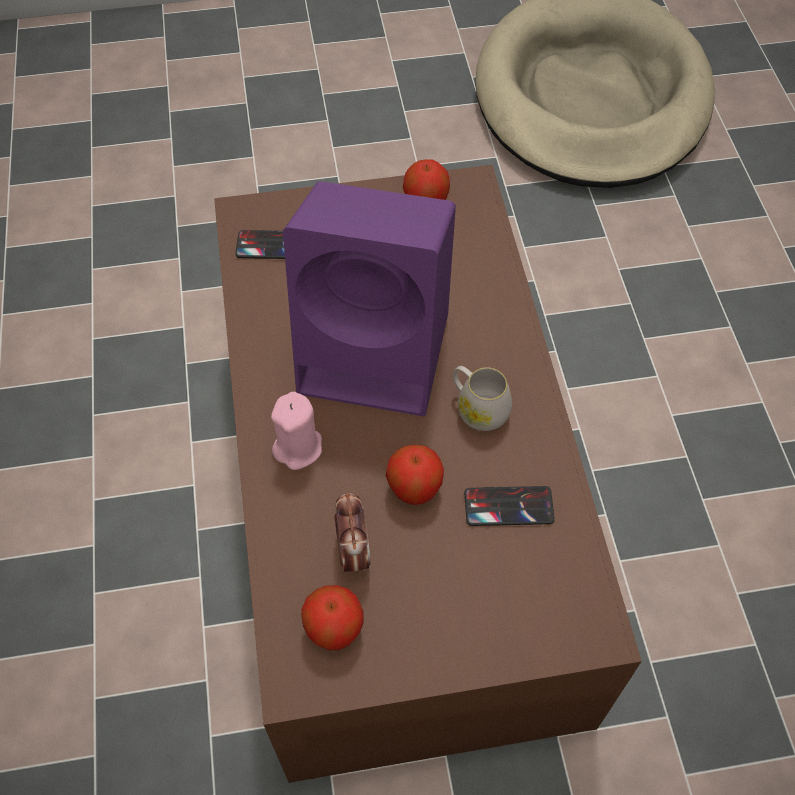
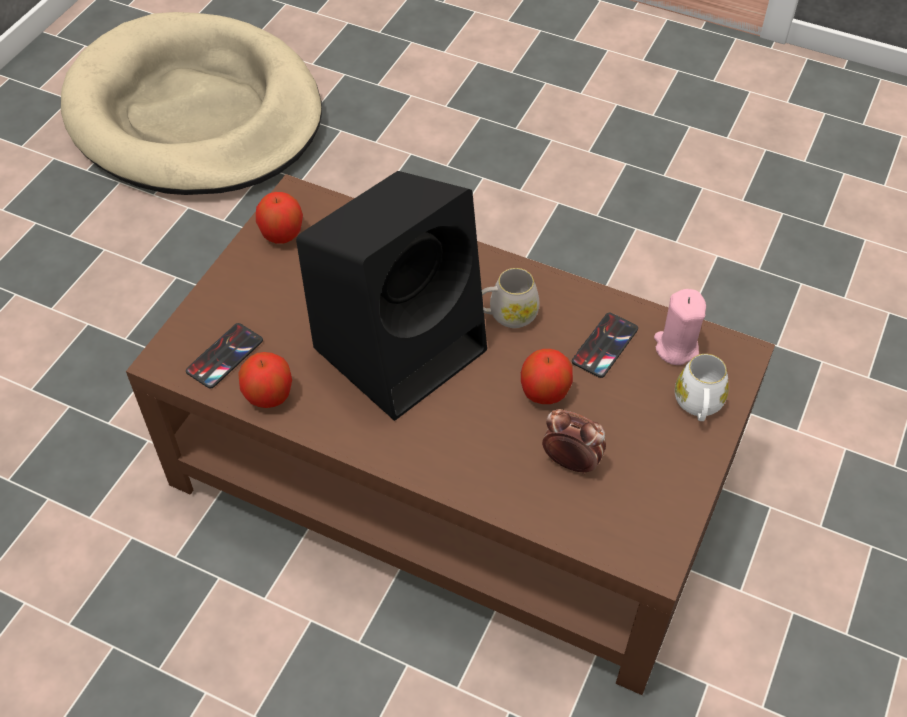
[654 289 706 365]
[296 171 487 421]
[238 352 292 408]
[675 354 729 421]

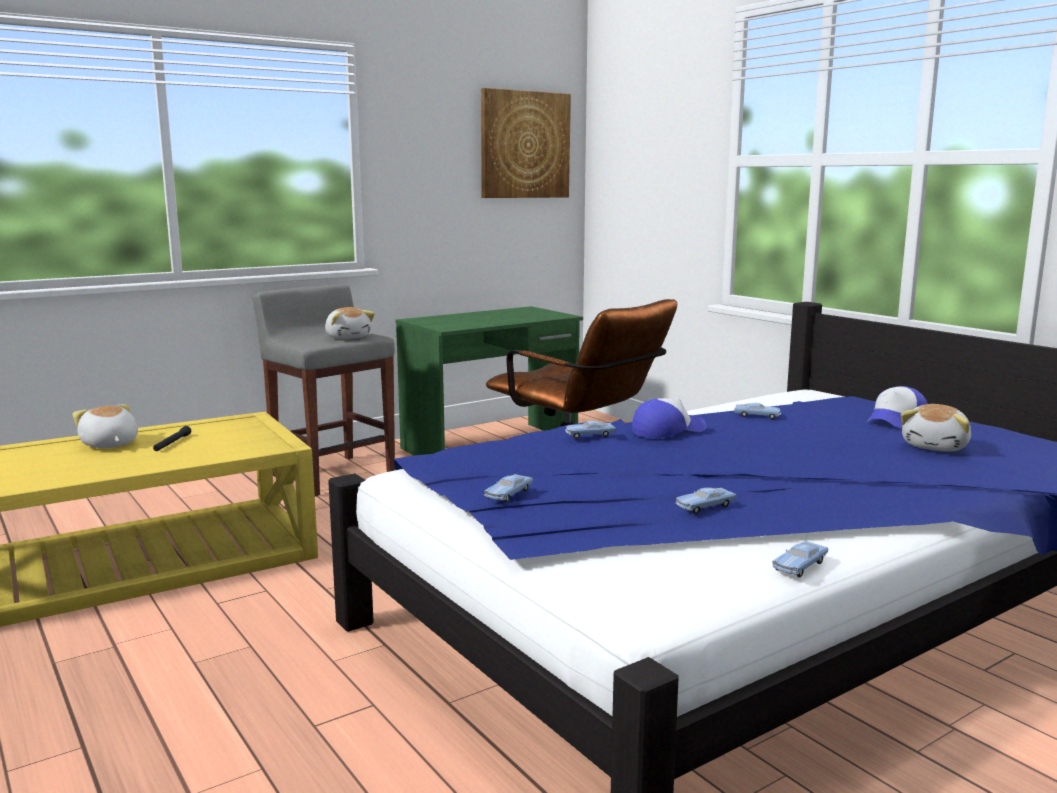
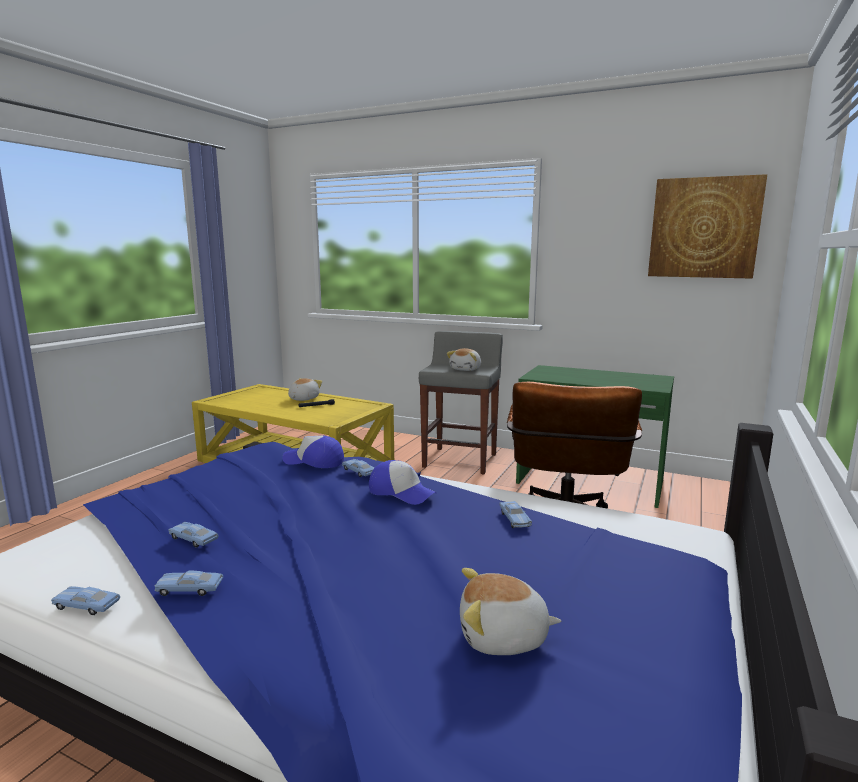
[155 571 223 596]
[282 435 344 468]

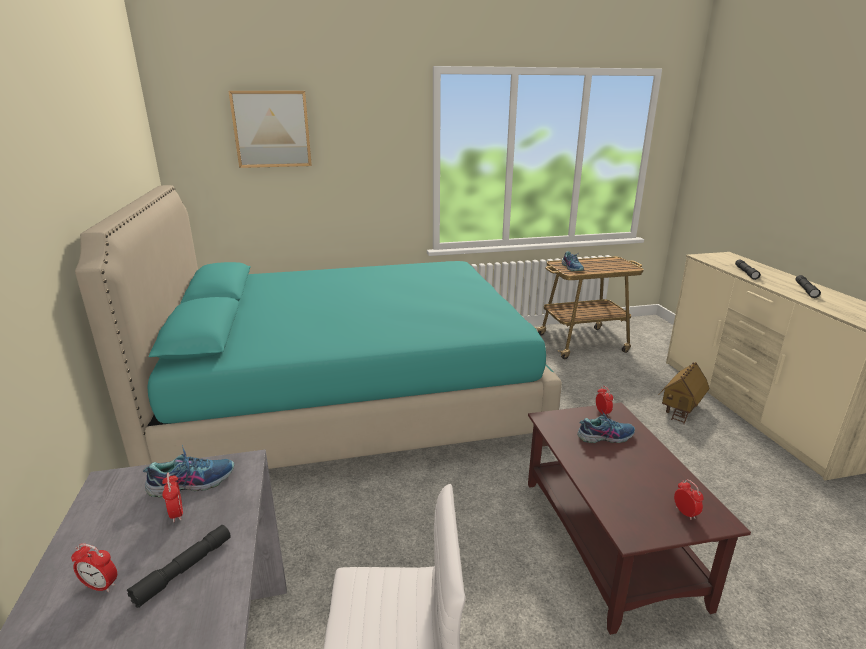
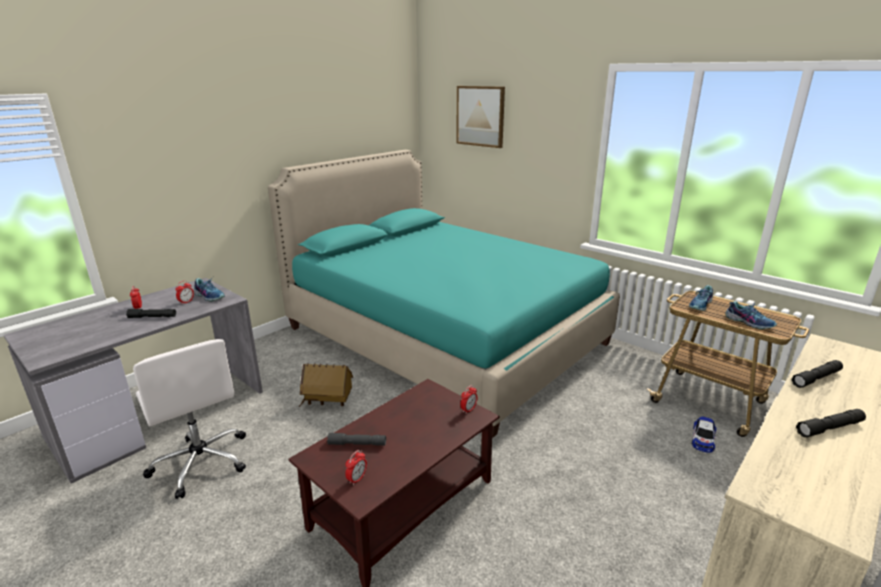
[725 301 777 330]
[299 363 353 407]
[327 433 386 446]
[692 416 717 453]

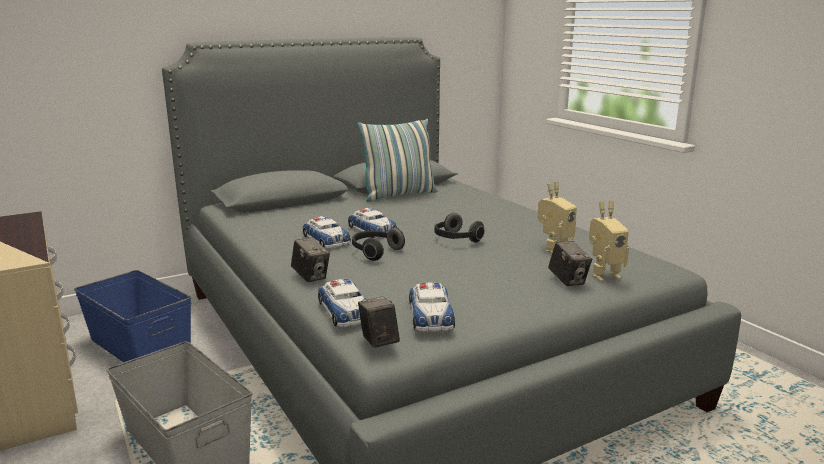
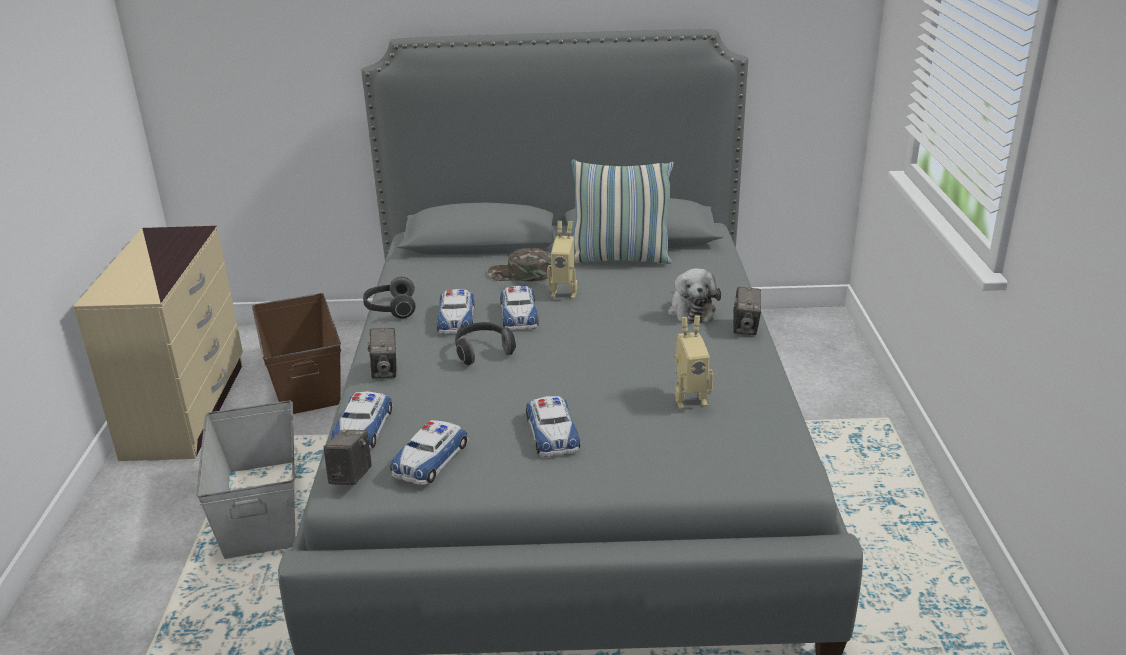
[252 293 341 414]
[363 277 416 319]
[733 287 761 335]
[547 221 577 299]
[488 248 552 281]
[526 396 580 457]
[668 268 721 324]

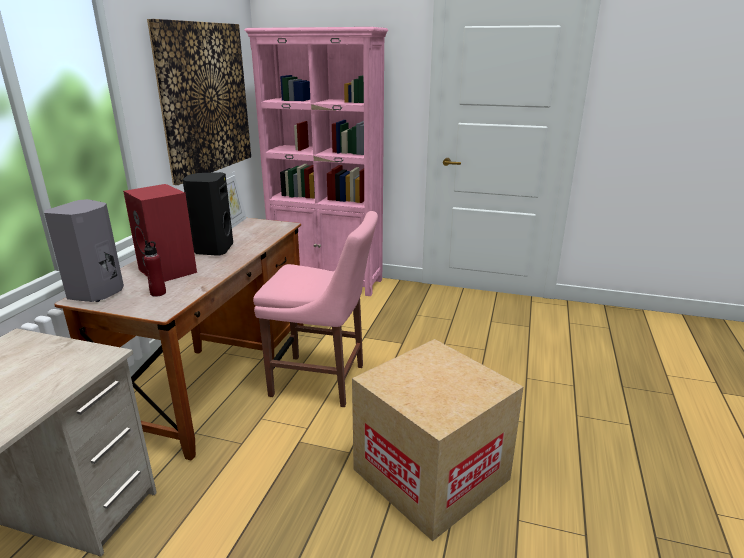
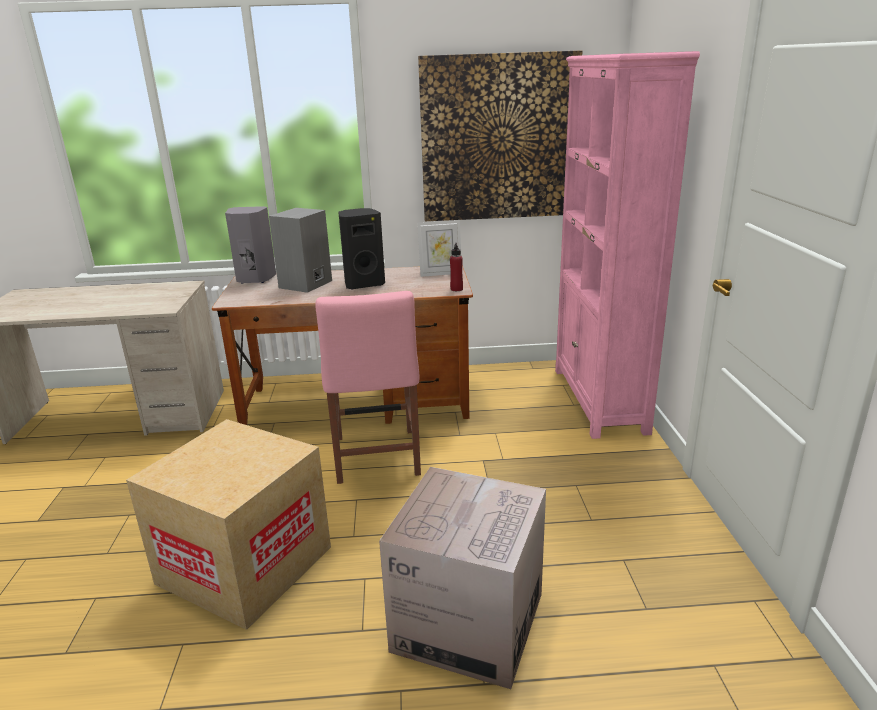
[269 208 332 293]
[450 243 463 291]
[379 467 546 689]

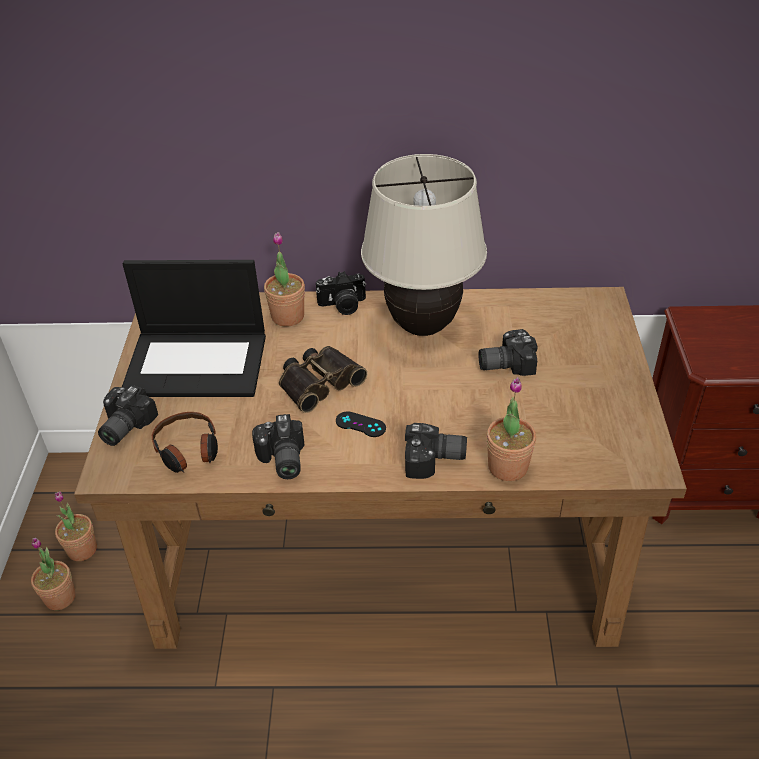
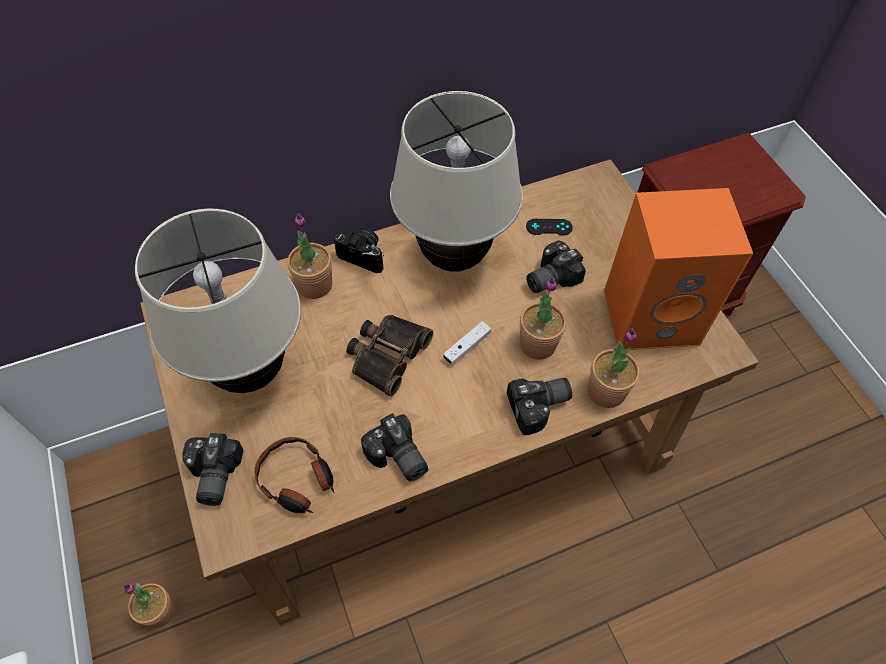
[520 277 566 360]
[135 209 301 393]
[334 228 384 273]
[526 219 573 235]
[443 321 491 365]
[604 188 753 350]

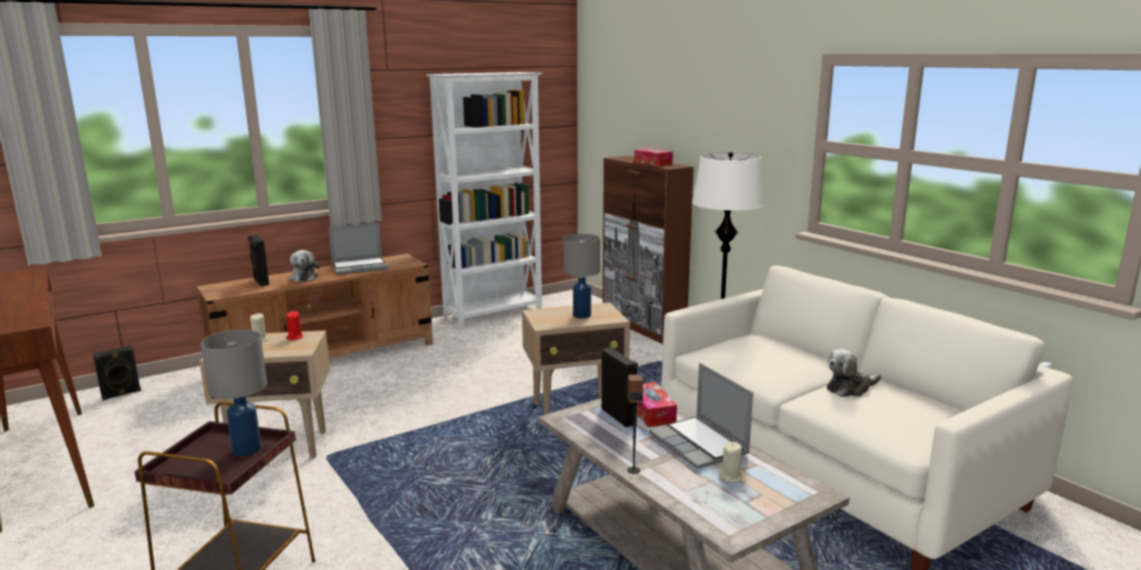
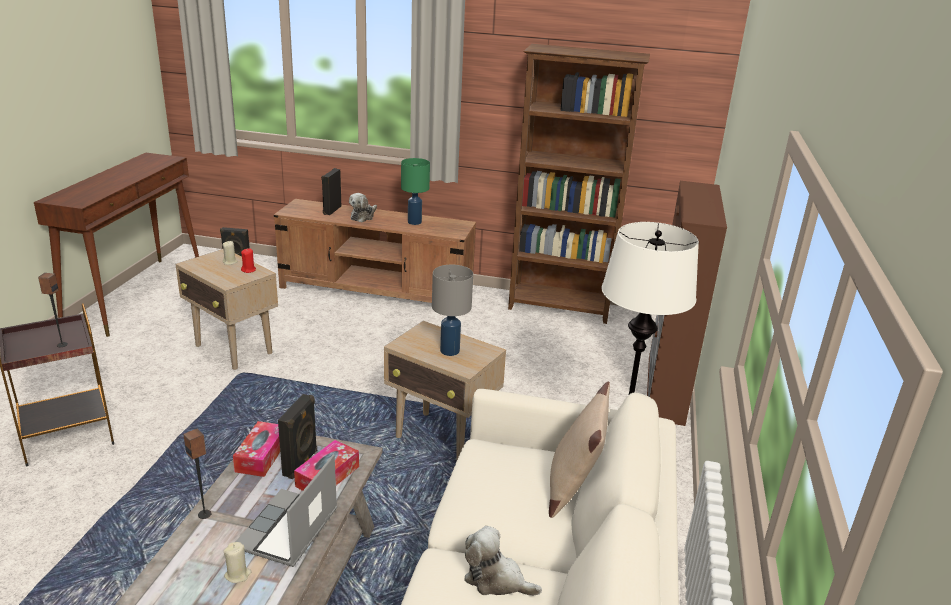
[38 273 68 347]
[401 158 430 225]
[508 44 650 324]
[233 421 280 477]
[549 381 610 518]

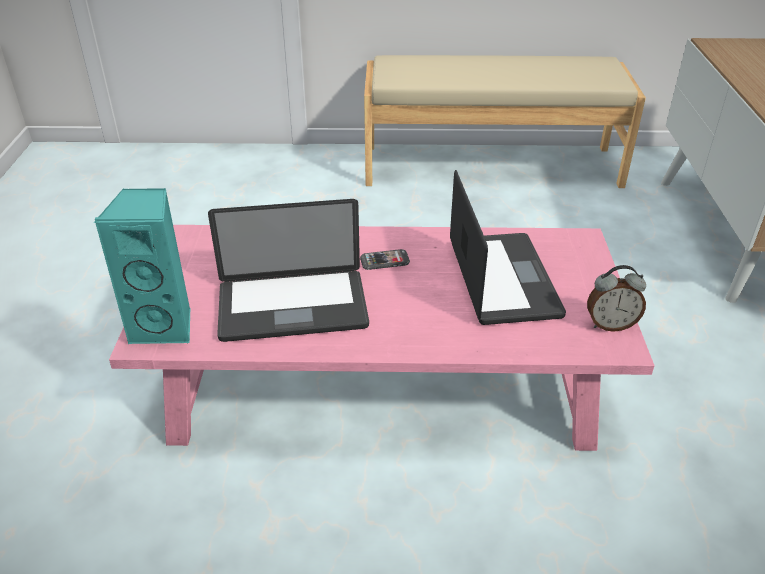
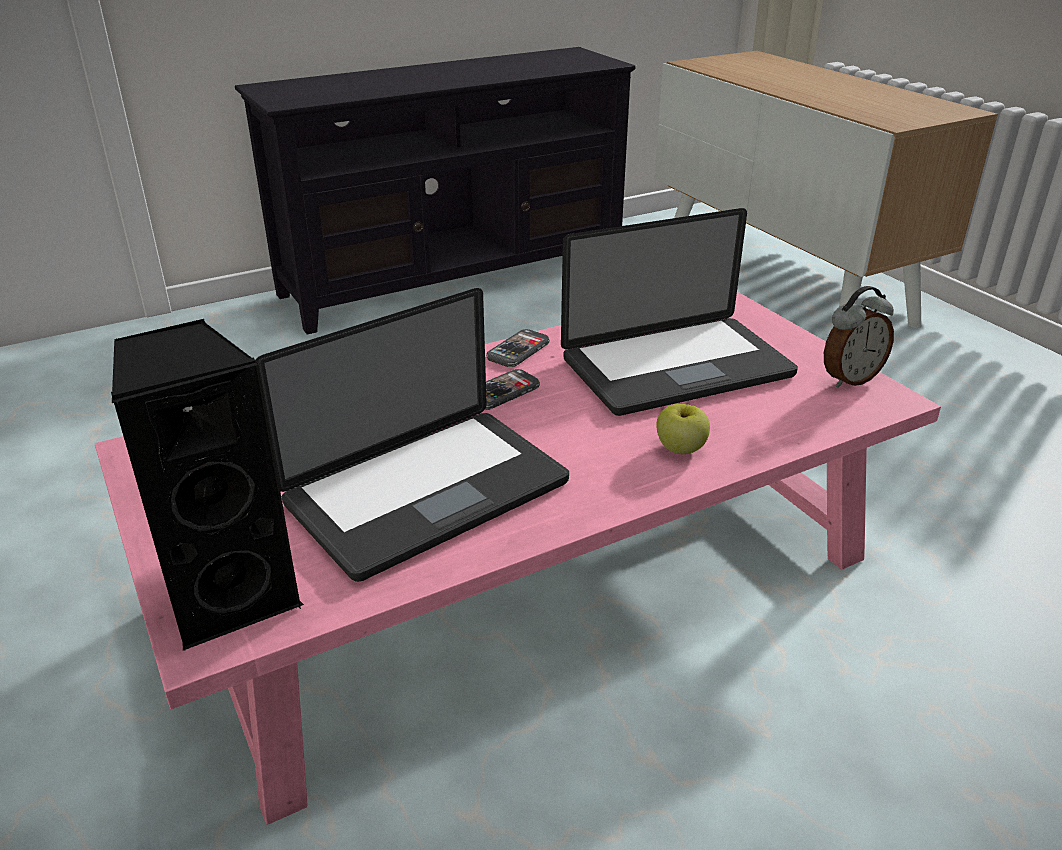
[111 319 304 651]
[235 47 637 335]
[561 208 798 416]
[486 329 550 367]
[656 404 710 454]

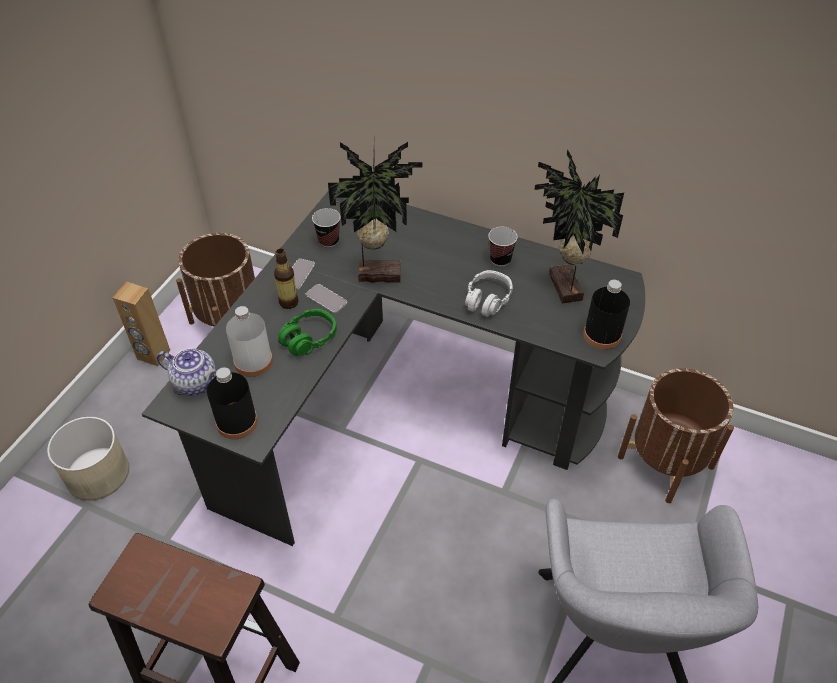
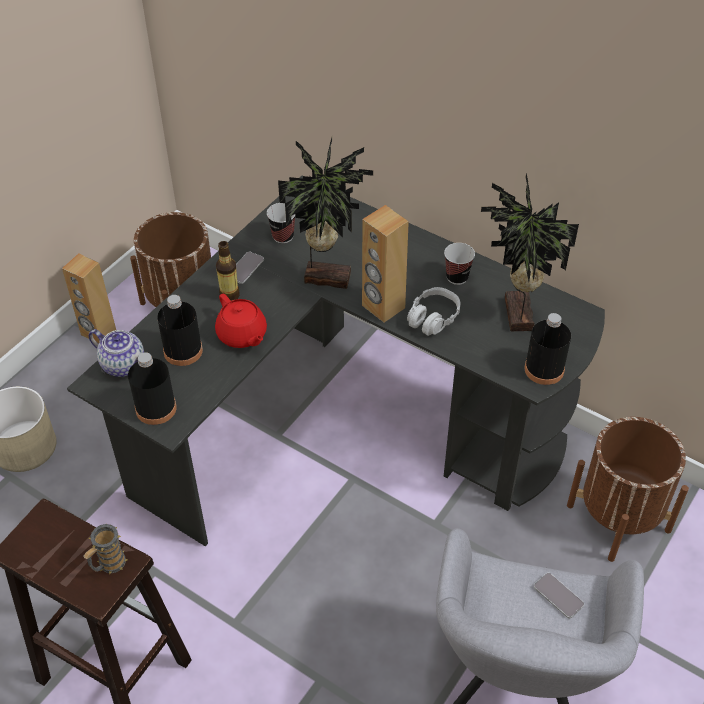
[157 295 203 366]
[215 294 267 348]
[534 573 584 618]
[83 524 128 574]
[362 205 409 323]

